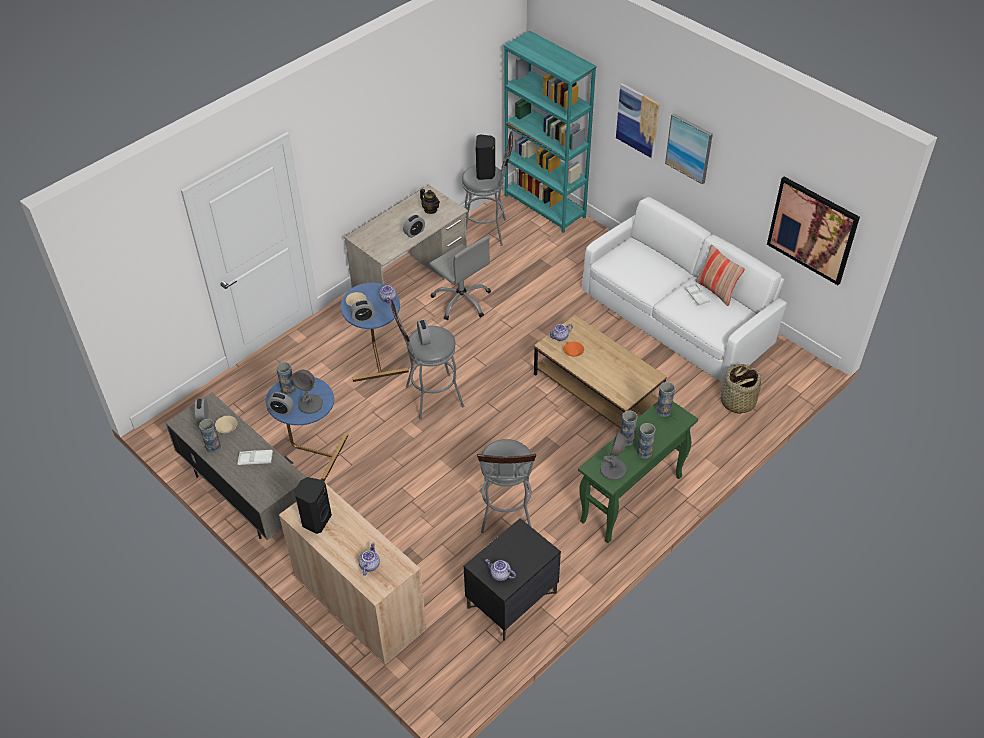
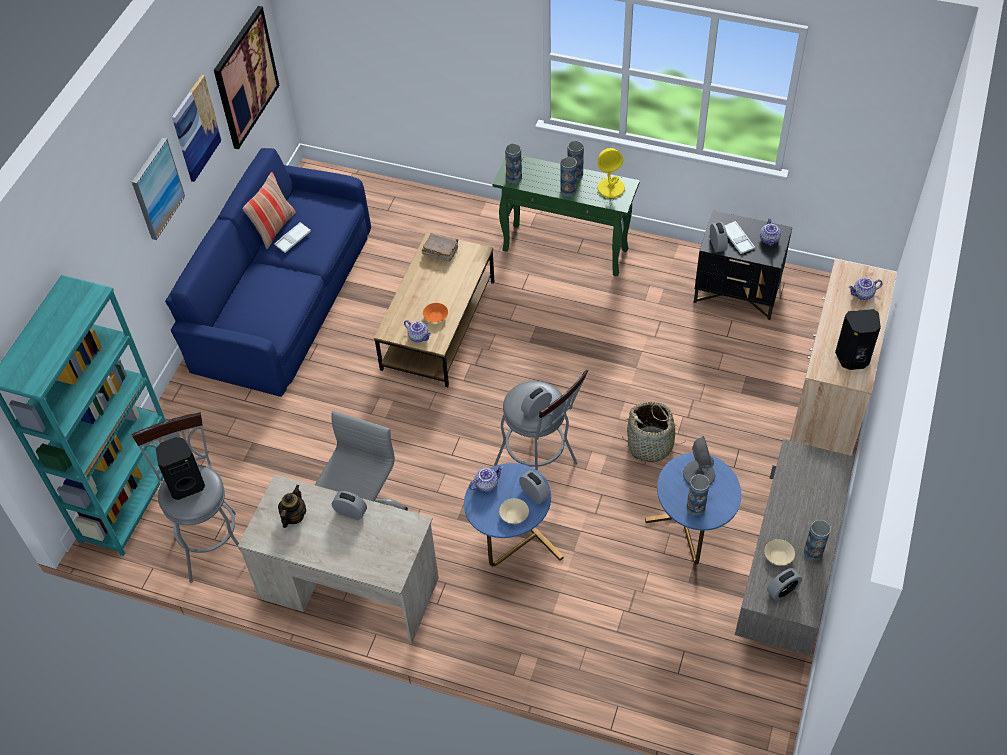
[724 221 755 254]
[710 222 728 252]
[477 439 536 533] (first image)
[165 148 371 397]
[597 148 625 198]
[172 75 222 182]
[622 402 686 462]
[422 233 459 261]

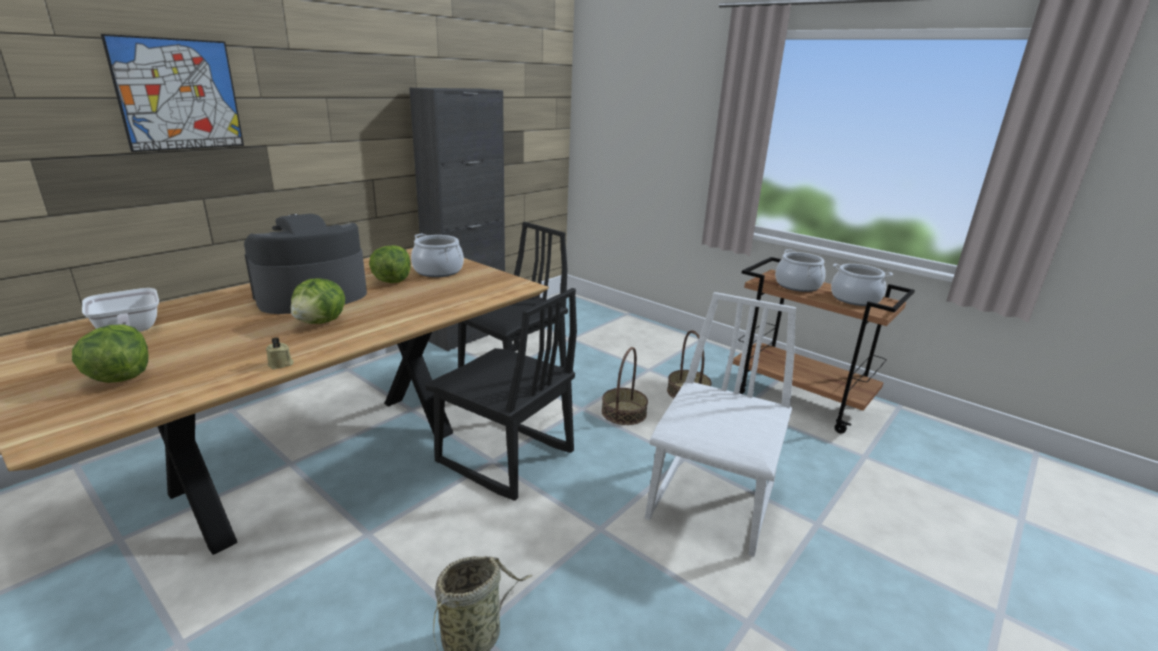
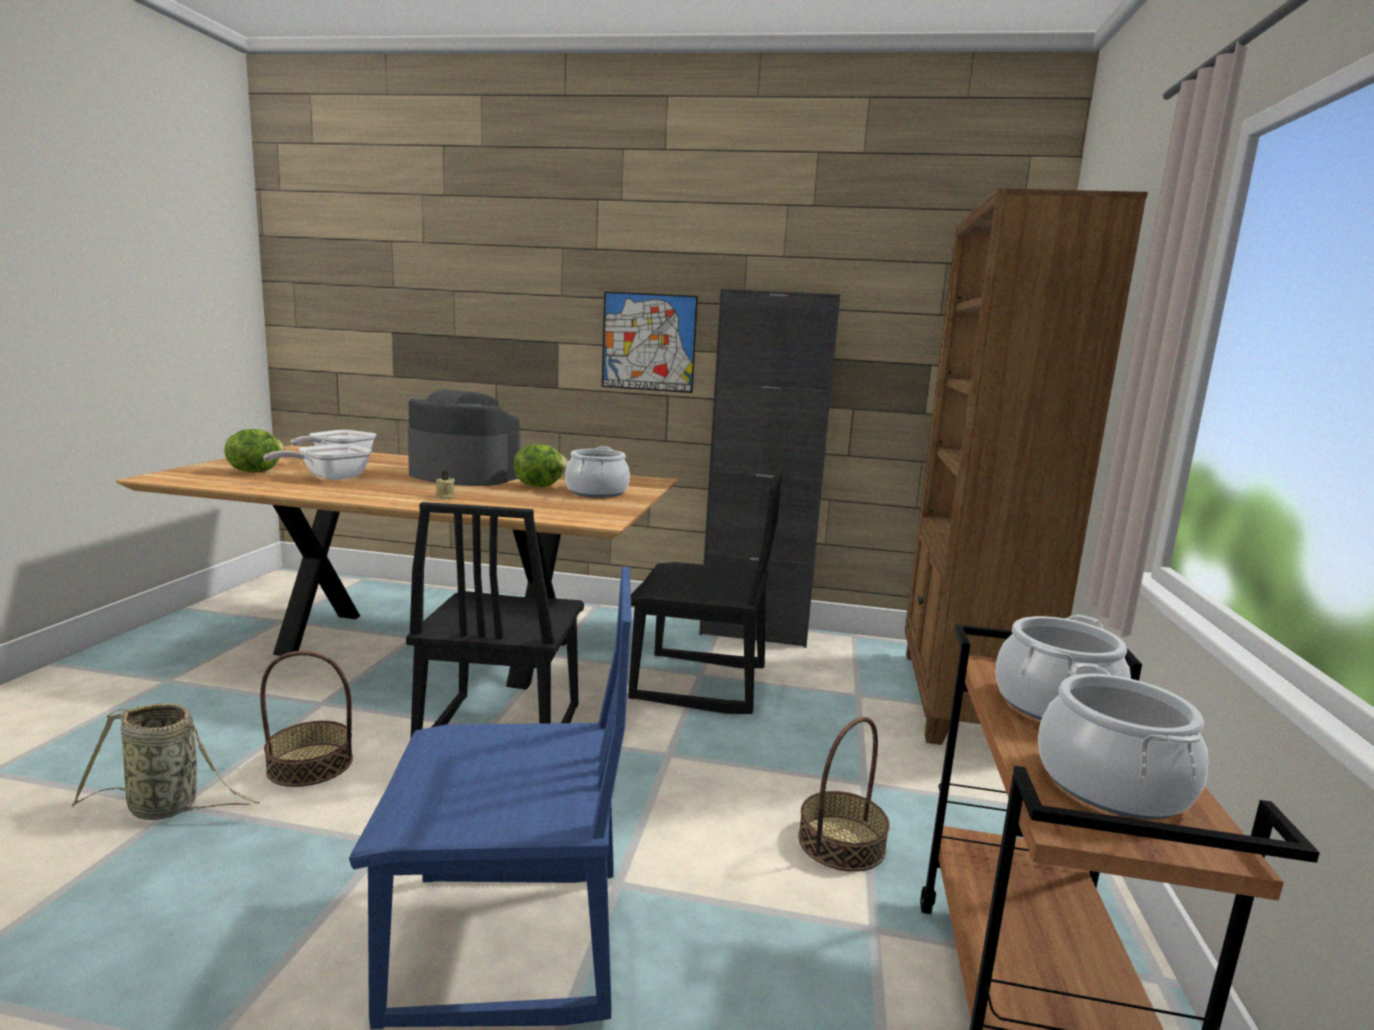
[602 291 698 393]
[435 471 456 499]
[291 279 345 324] (first image)
[260 651 353 787]
[349 566 632 1029]
[263 444 372 480]
[905 188 1148 745]

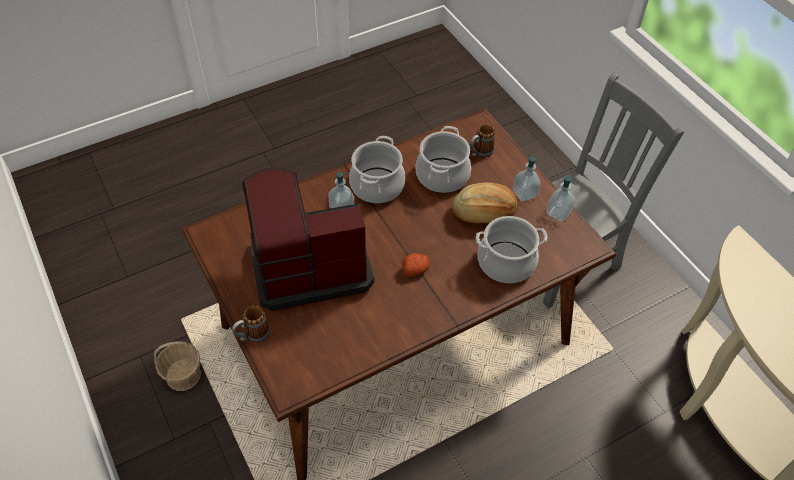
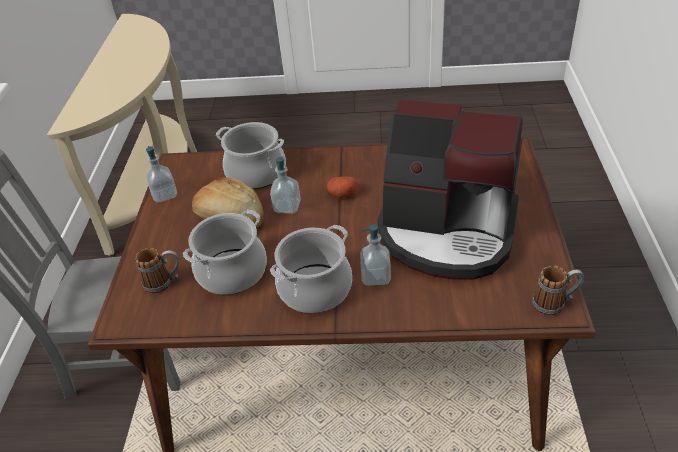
[154 341 201 391] (first image)
[532 266 584 316]
[270 157 301 214]

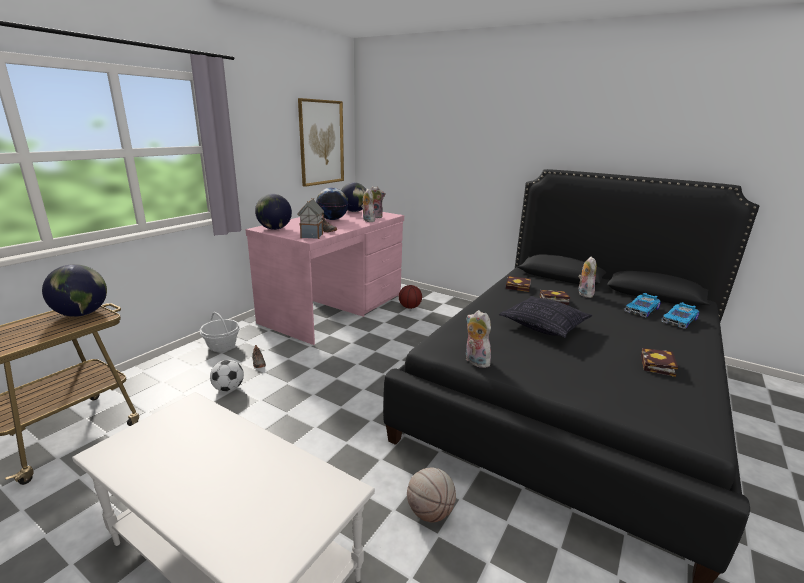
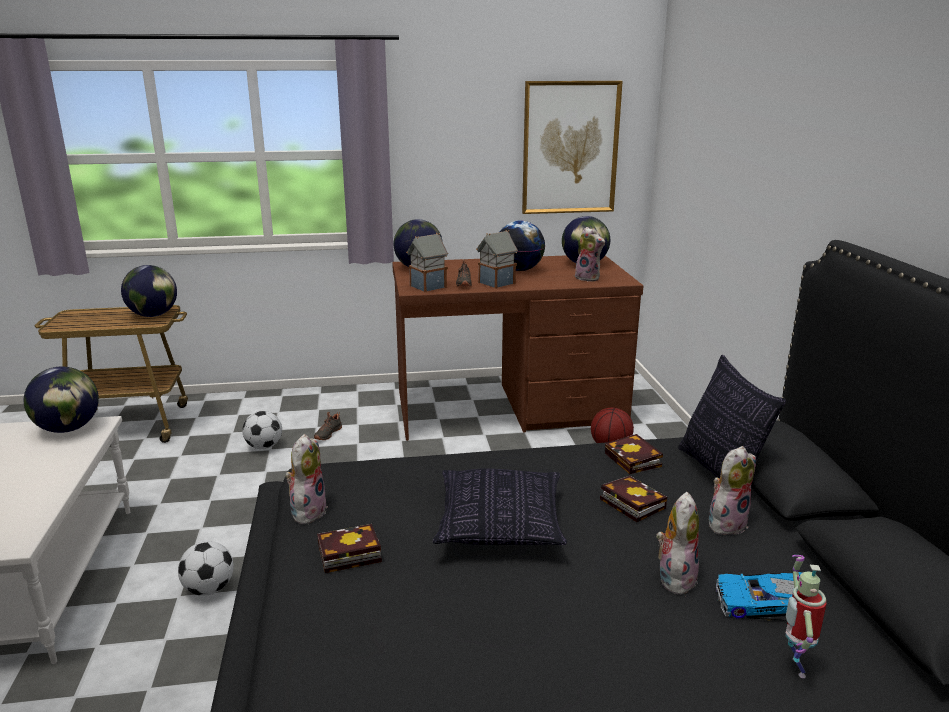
[200 312 240 352] (first image)
[392 255 643 441]
[656 492 699 597]
[407 468 456 523] (first image)
[317 524 382 573]
[785 555 826 678]
[24 367 99 433]
[178 541 234 596]
[476 230 518 289]
[678 355 786 479]

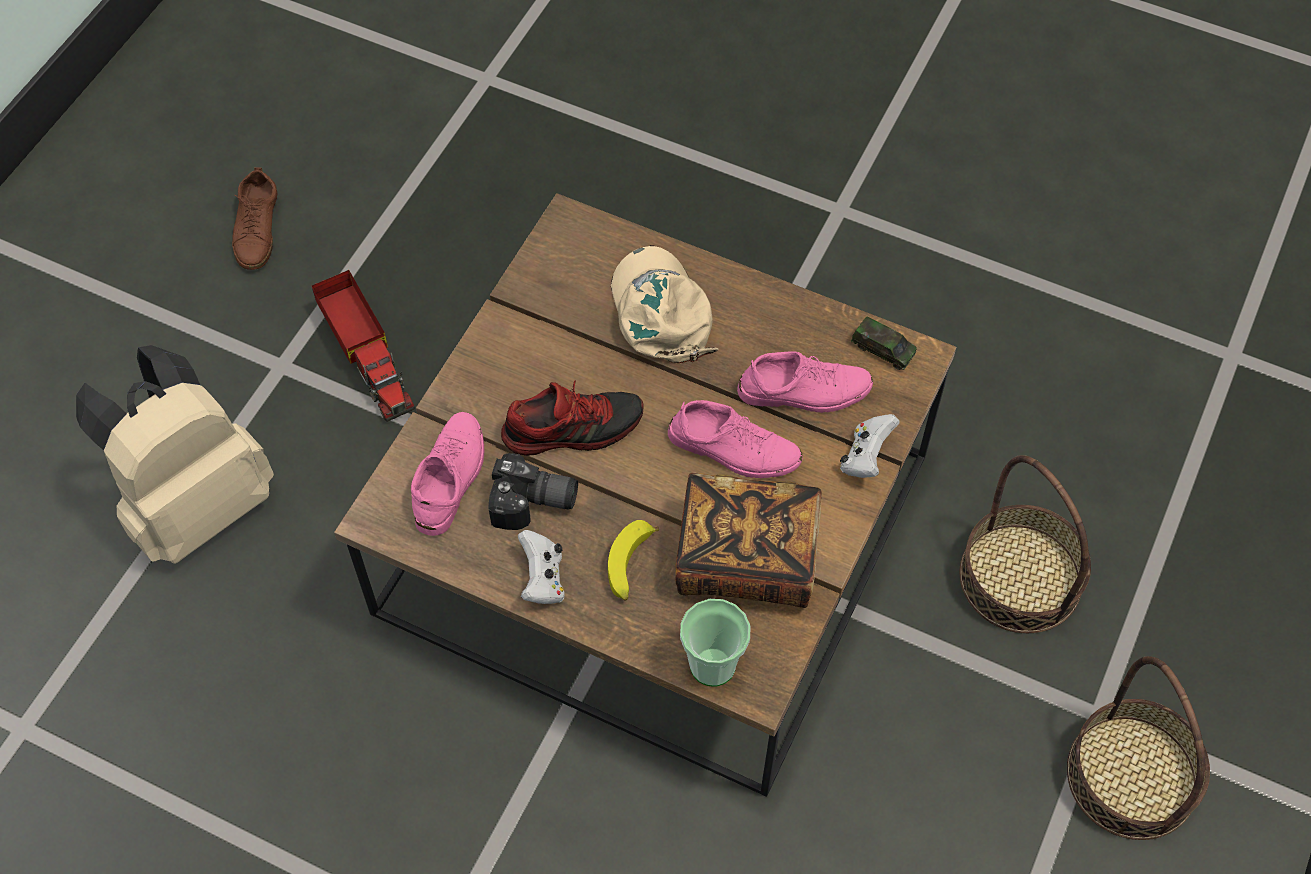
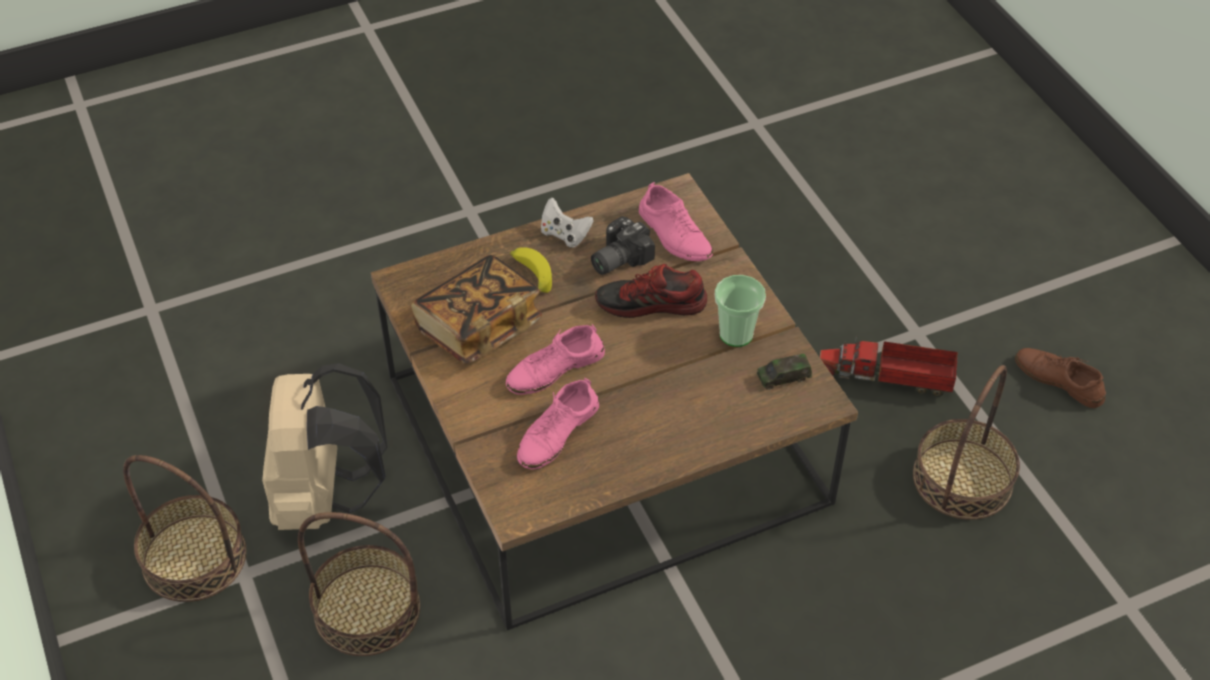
[262 363 388 530]
[595 264 707 318]
[611 245 718 363] (first image)
[715 275 766 347]
[840 414 900 478] (first image)
[757 354 812 390]
[913 365 1020 520]

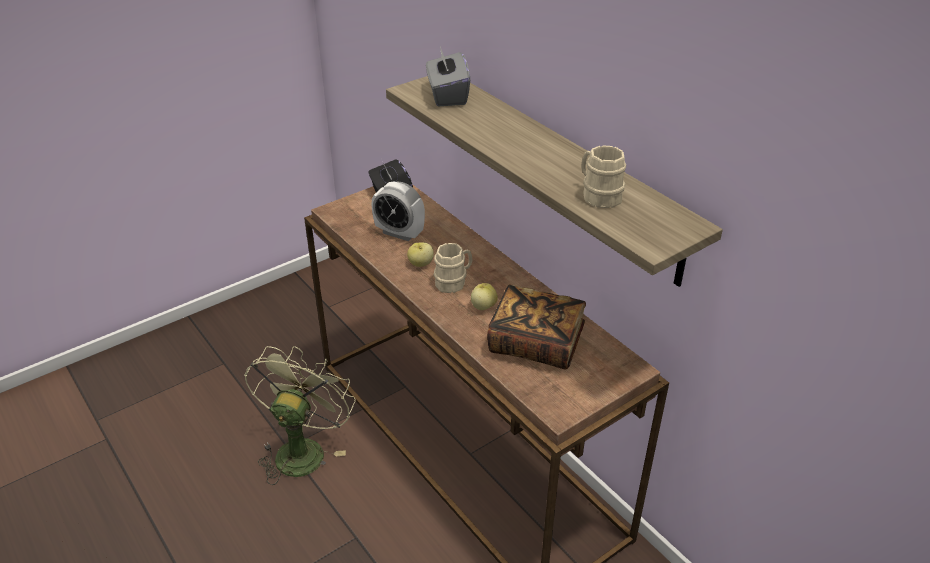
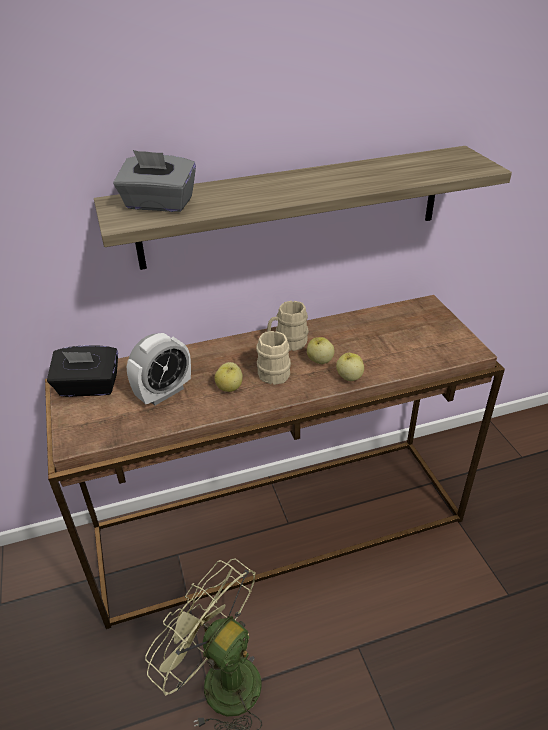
[487 284 586 370] (first image)
[267 301 309 351]
[336 353 364 381]

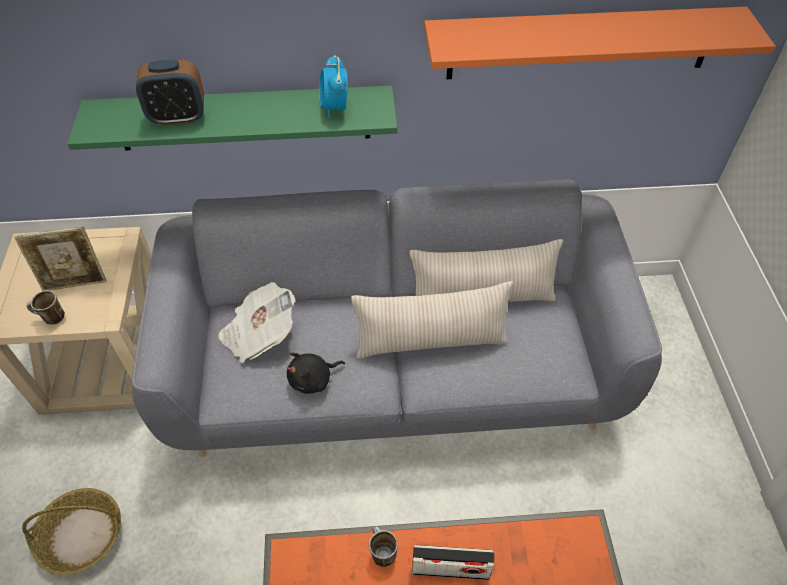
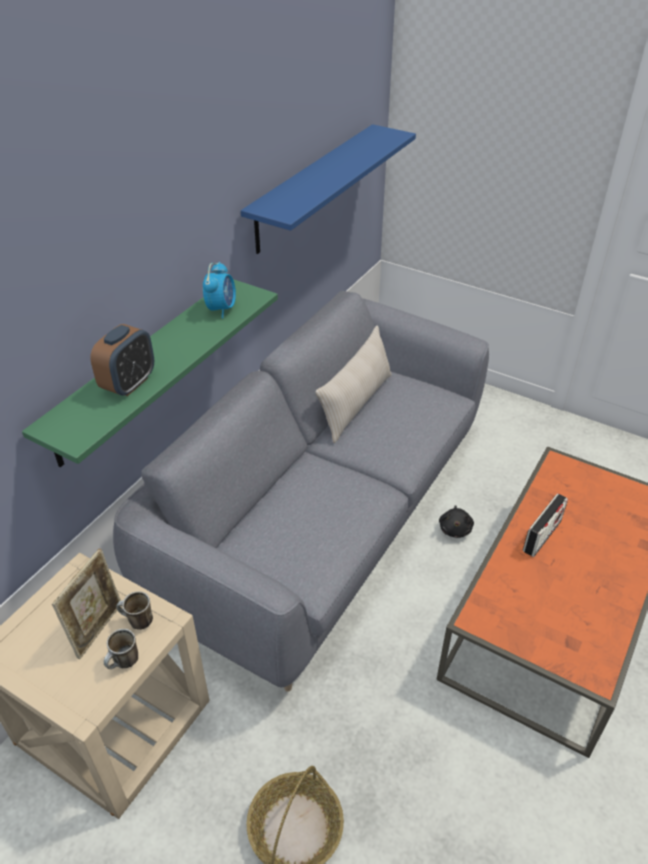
[218 282 296 364] (first image)
[439 505 474 538]
[203 262 236 318]
[351 281 513 359] (first image)
[116 591 153 630]
[241 124 416 254]

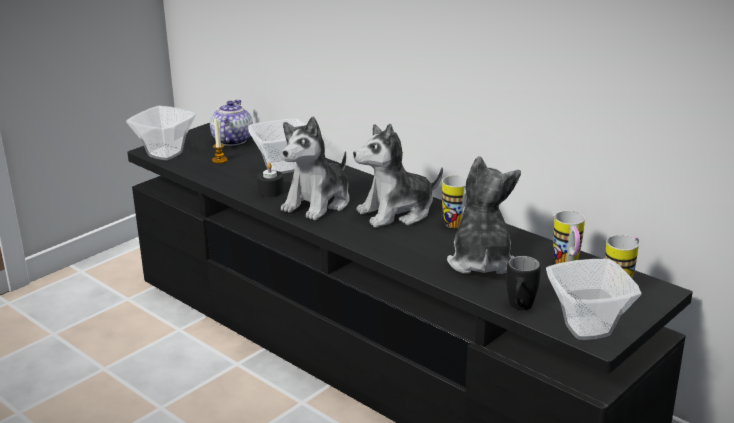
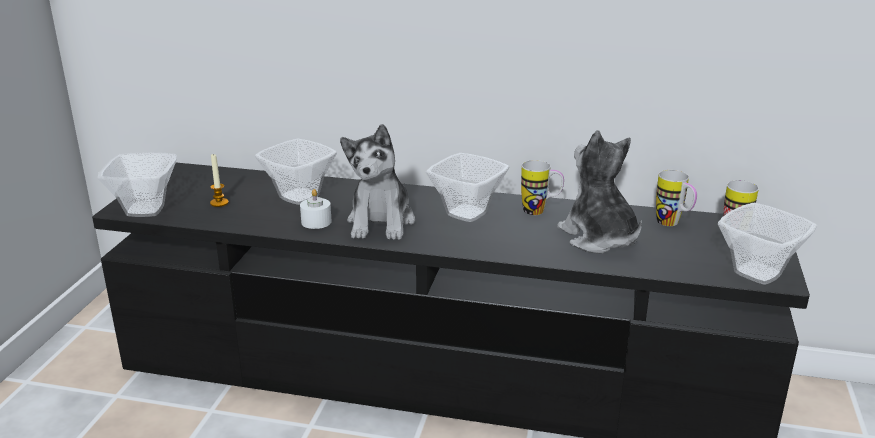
[210 100 253 146] (first image)
[300 189 332 229]
[426 153 509 222]
[506 256 541 310] (first image)

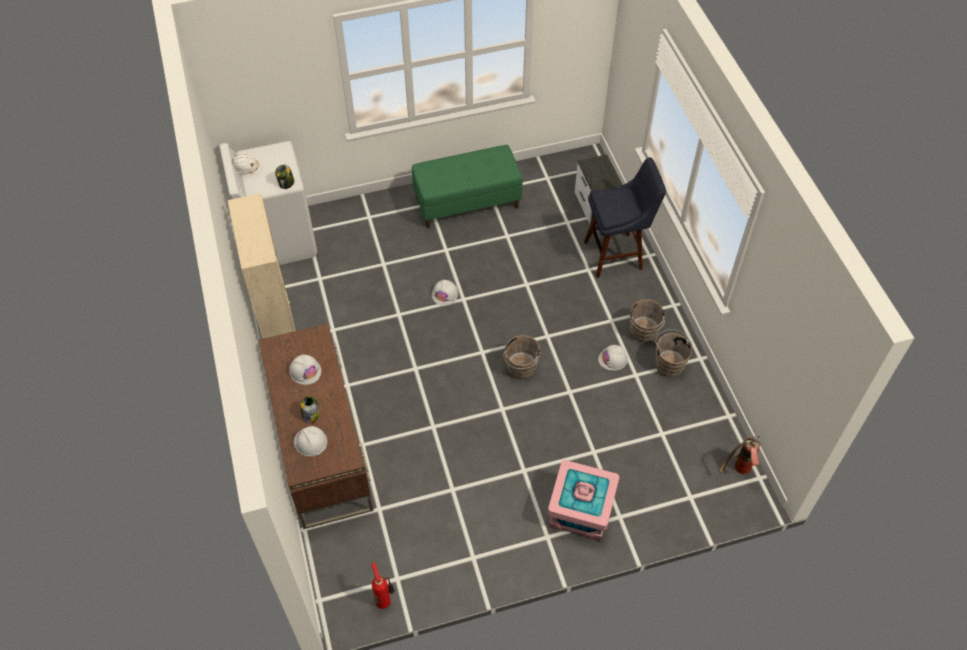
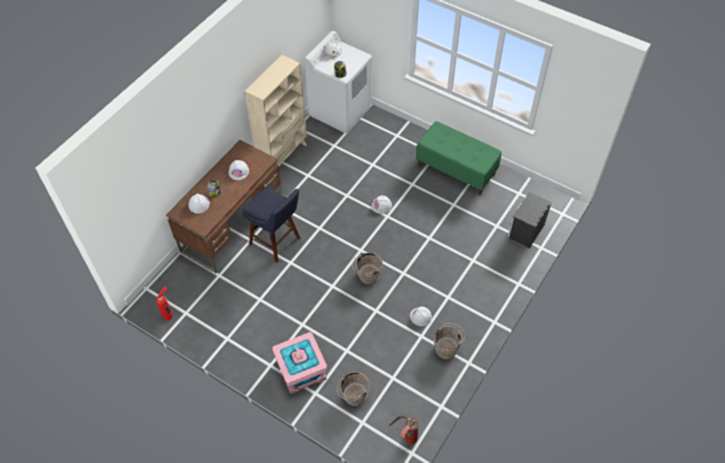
[242 186 301 263]
[337 372 370 406]

